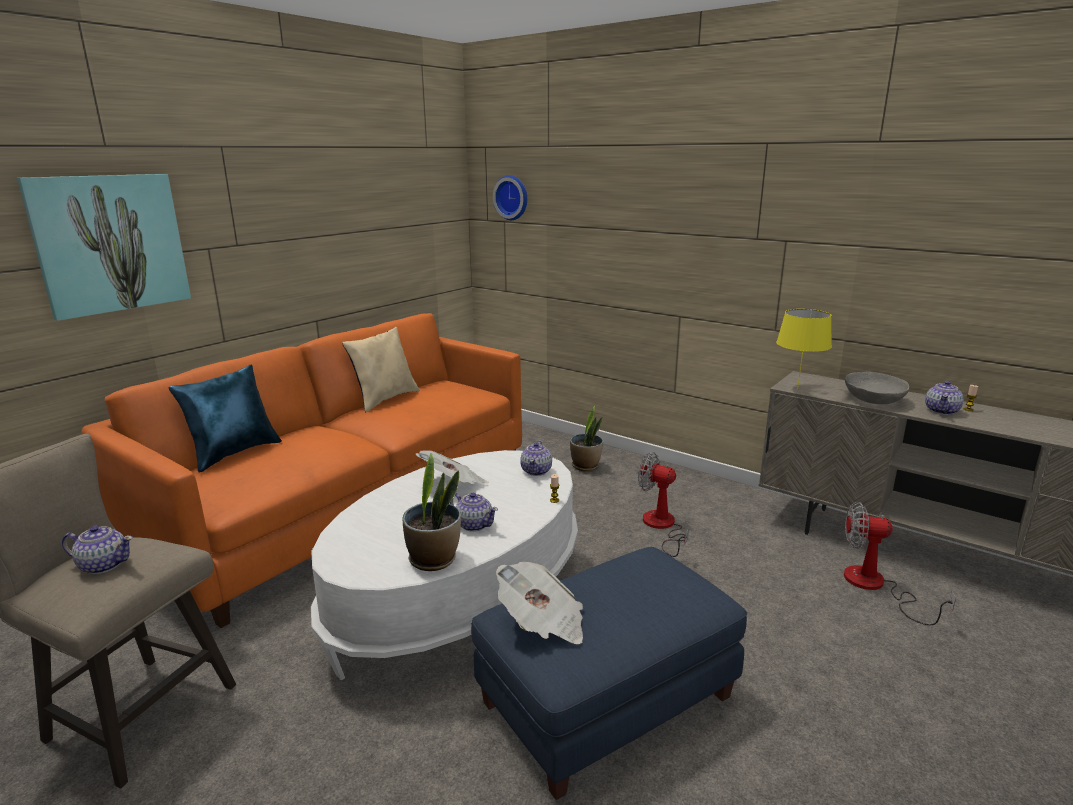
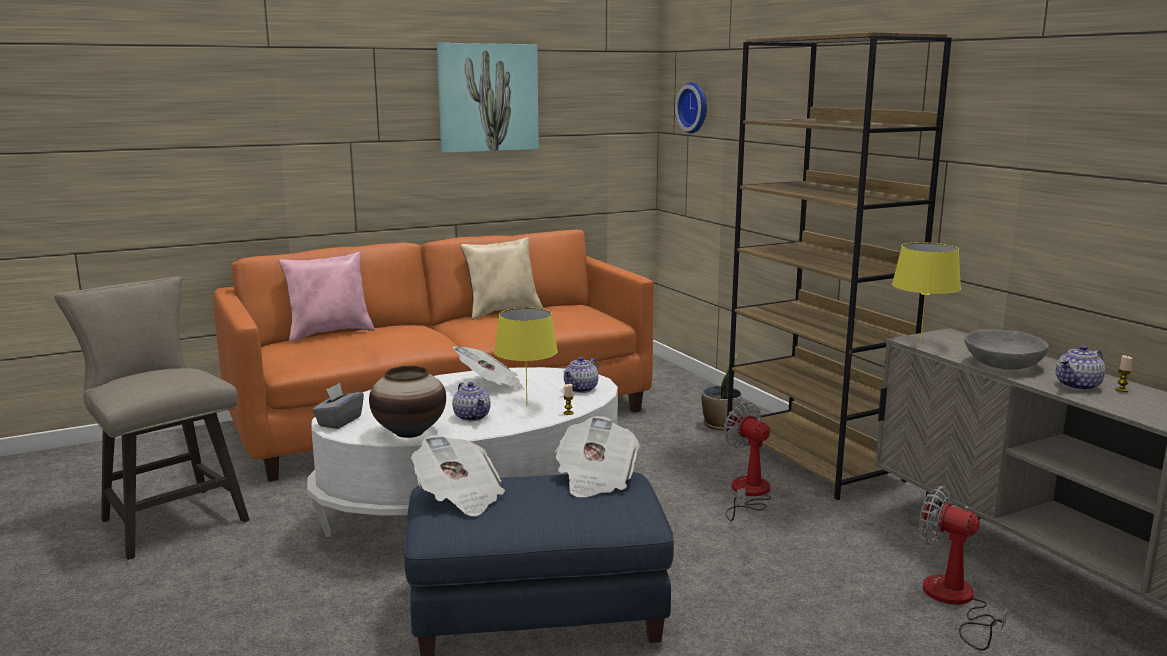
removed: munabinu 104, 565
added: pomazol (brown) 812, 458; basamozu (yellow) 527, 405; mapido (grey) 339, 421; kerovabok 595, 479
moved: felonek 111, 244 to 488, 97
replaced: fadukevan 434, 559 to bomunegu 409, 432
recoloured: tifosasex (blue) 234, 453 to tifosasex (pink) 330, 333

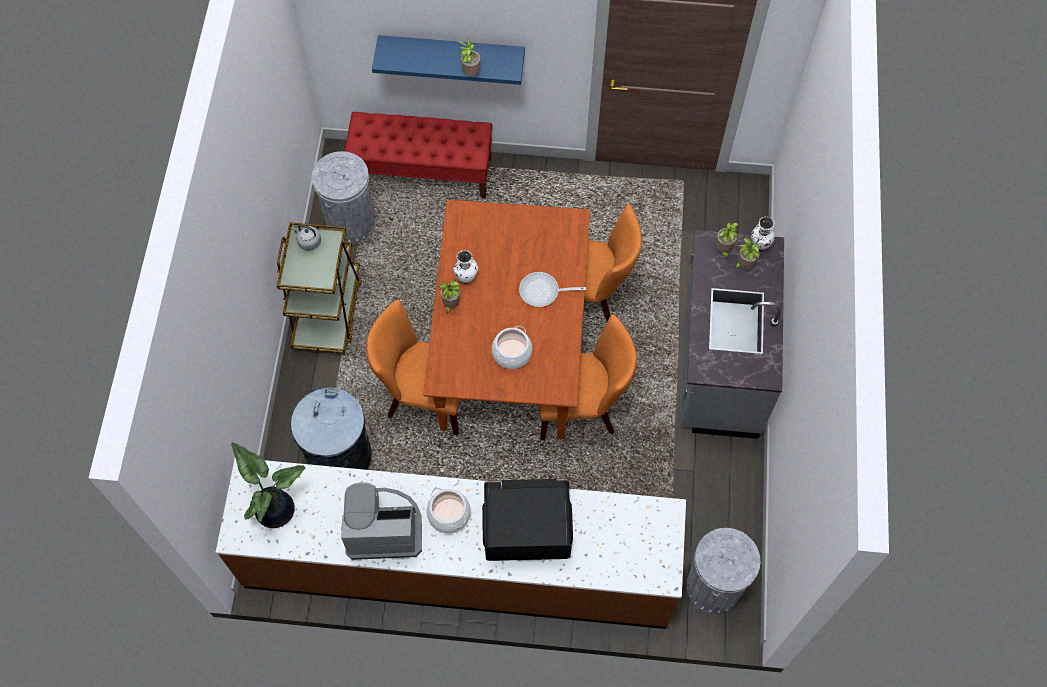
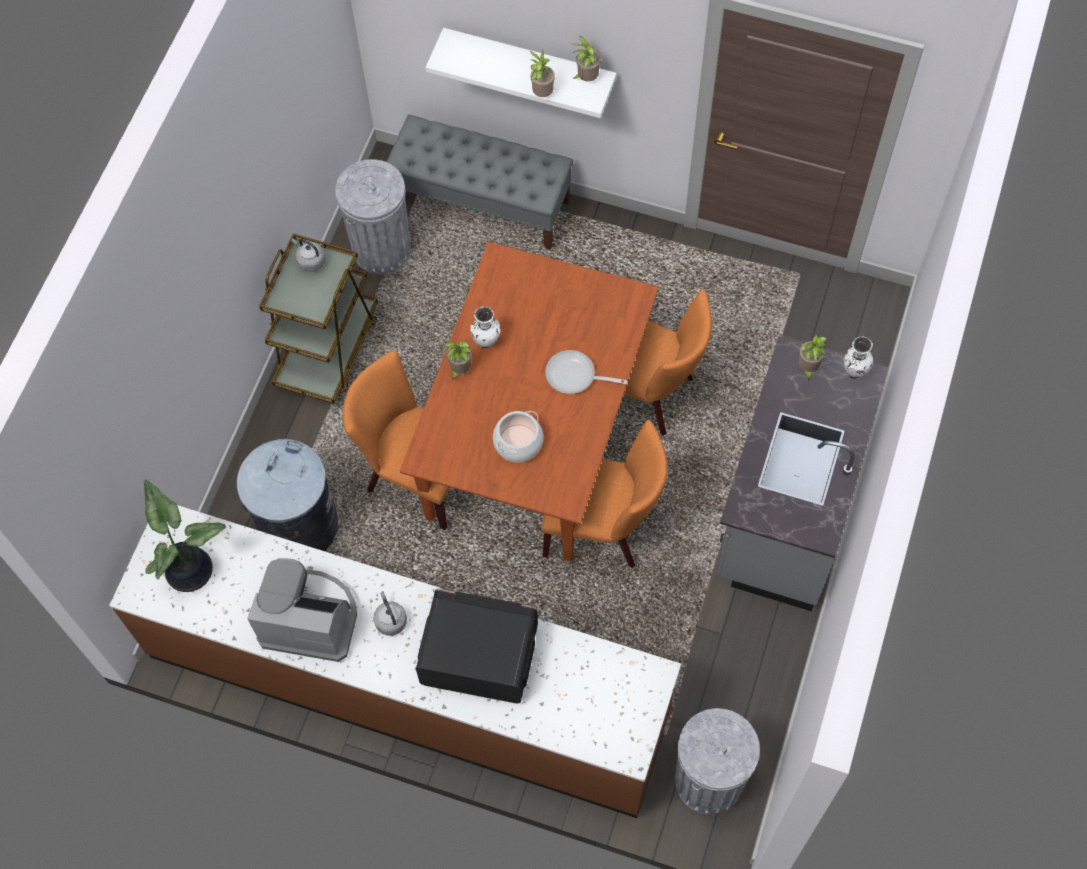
moved: fadukevan 744, 265 to 586, 78
replaced: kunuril 448, 514 to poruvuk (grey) 390, 620
recoloured: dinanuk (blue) 452, 51 to dinanuk (white) 529, 63; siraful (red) 422, 172 to siraful (grey) 482, 204

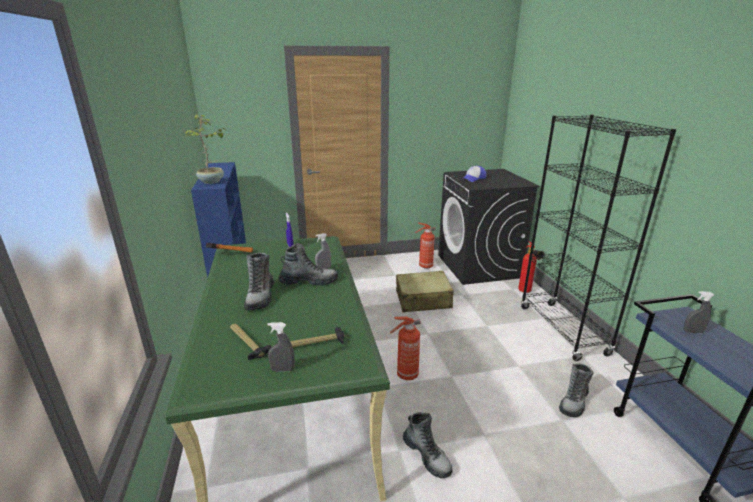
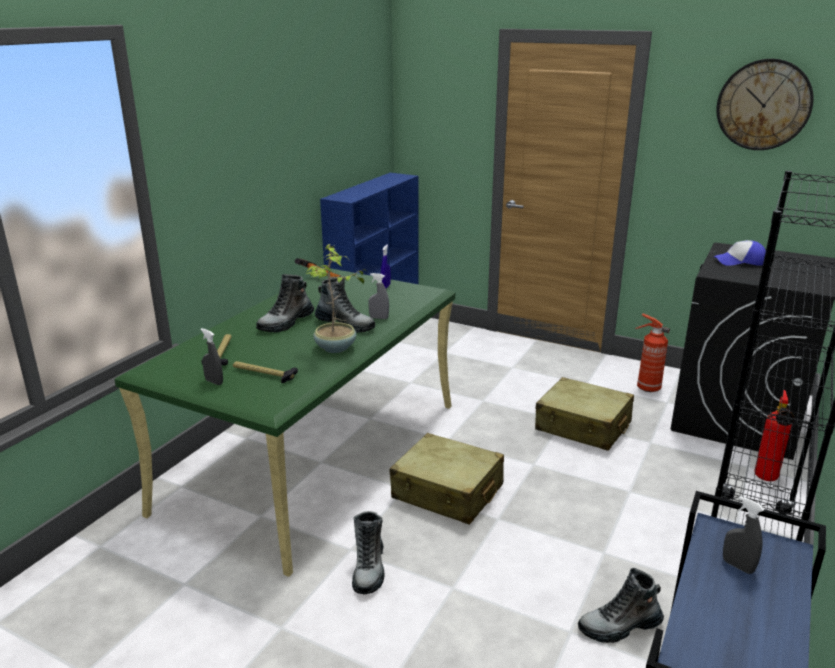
added: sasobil 763, 105
moved: fadukevan 212, 182 to 335, 348
replaced: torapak 406, 375 to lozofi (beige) 447, 492

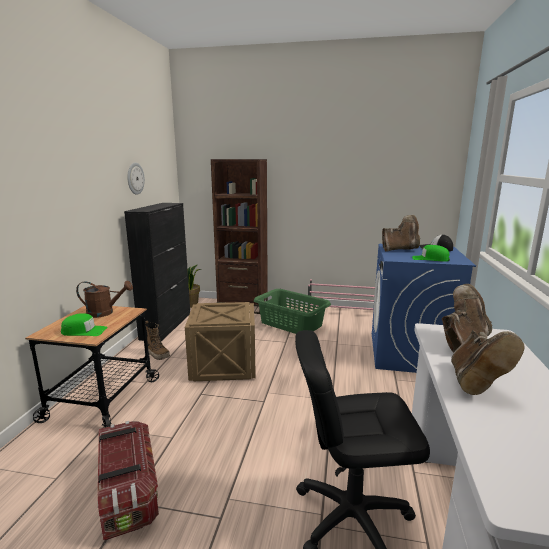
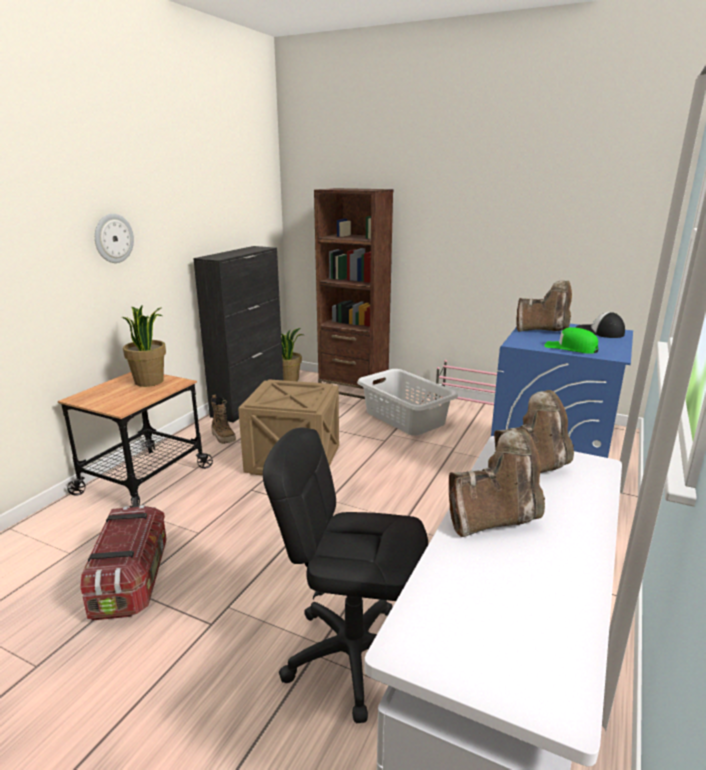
removed: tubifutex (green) 84, 331
moved: sasobil 135, 178 to 113, 238
replaced: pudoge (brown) 105, 313 to fadukevan 150, 381
recoloured: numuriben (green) 291, 324 to numuriben (grey) 404, 418
turned: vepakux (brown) 474, 383 = 494, 519 135 degrees counterclockwise

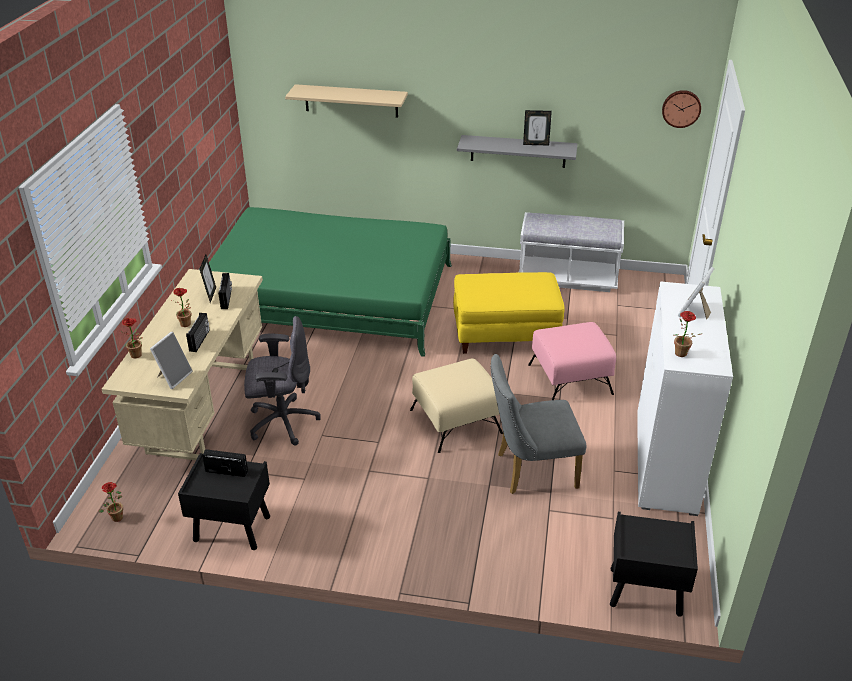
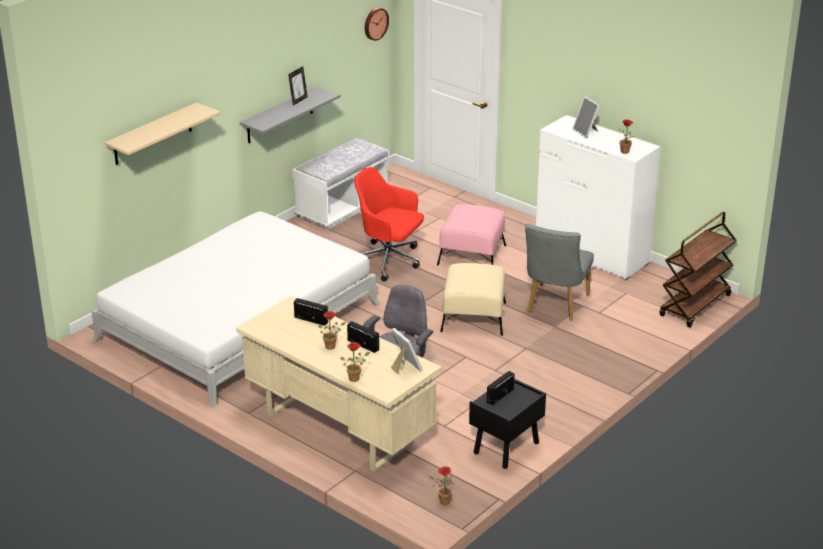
removed: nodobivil 210, 295
replaced: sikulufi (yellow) 505, 334 to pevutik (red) 388, 261; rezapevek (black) 644, 592 to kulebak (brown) 695, 306
recoloured: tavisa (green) 330, 297 to tavisa (white) 238, 322

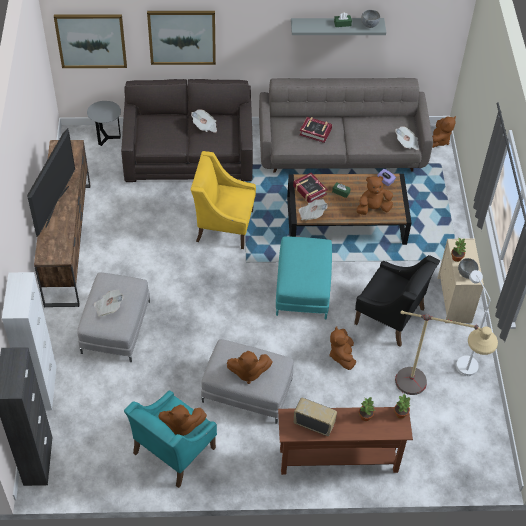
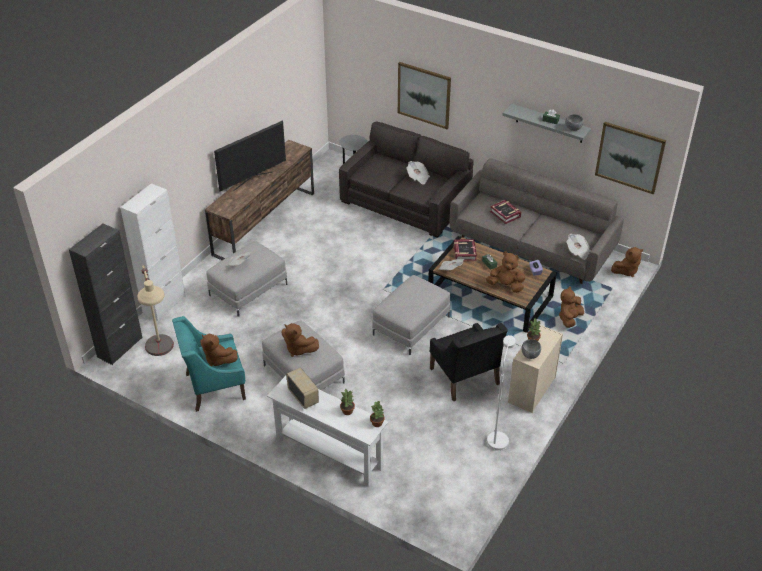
removed: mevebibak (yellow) 224, 225
moved: felonek 91, 40 to 629, 157; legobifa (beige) 430, 393 to 162, 359; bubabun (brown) 342, 355 to 569, 319
recoloured: sikulufi (turquoise) 303, 288 to sikulufi (grey) 411, 326; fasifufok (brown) 338, 460 to fasifufok (white) 329, 454

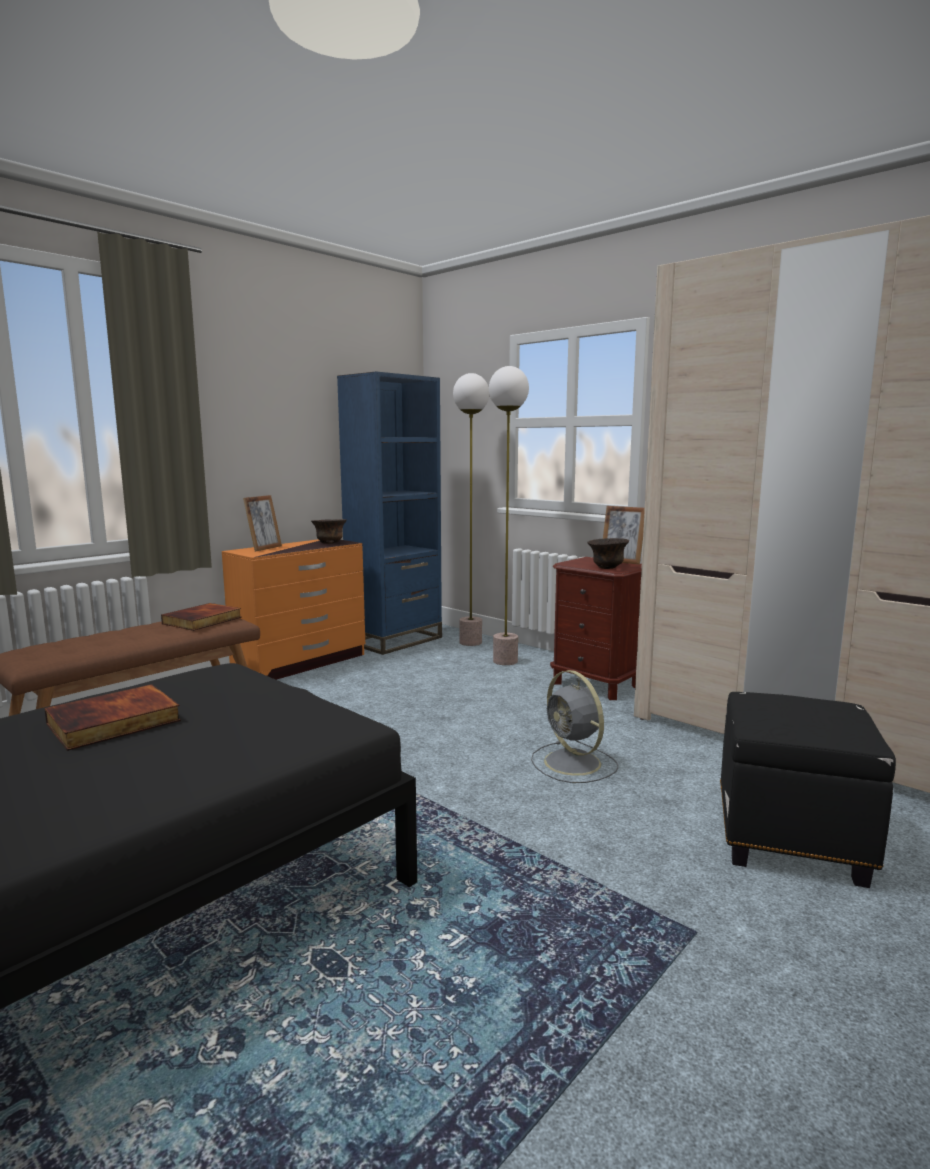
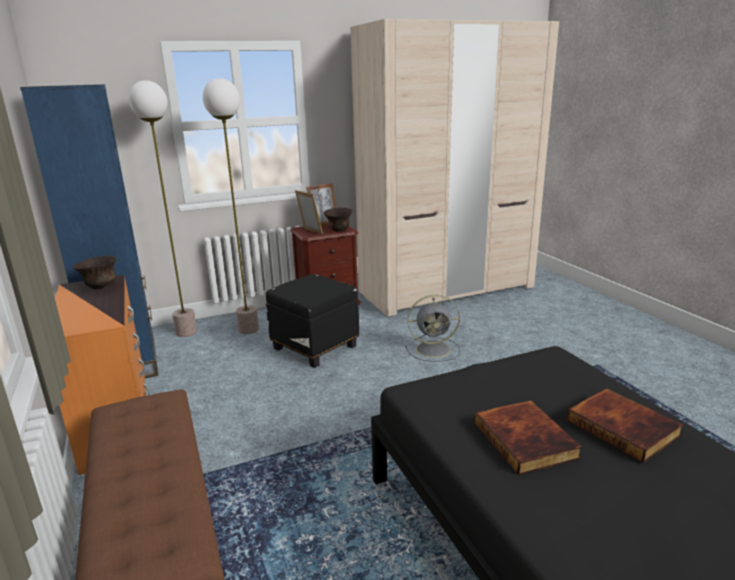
moved: nodobivil 264, 548 to 310, 232; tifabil 203, 621 to 624, 427; sikulufi (black) 791, 841 to 316, 347

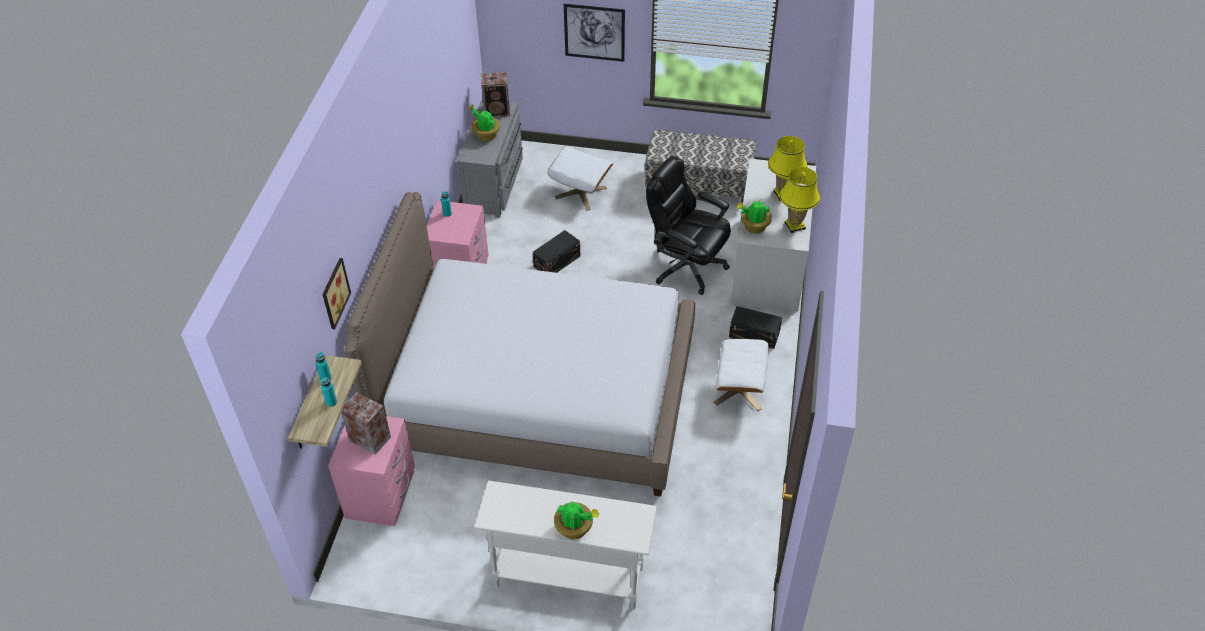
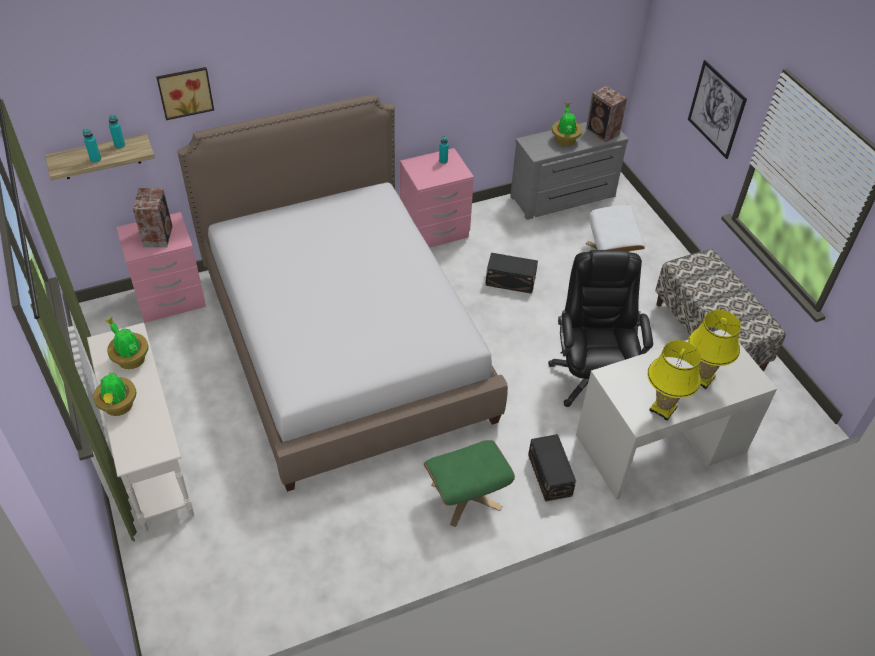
moved: fadukevan 753, 227 to 130, 358
recoloured: sikulufi (white) 740, 390 to sikulufi (green) 466, 496

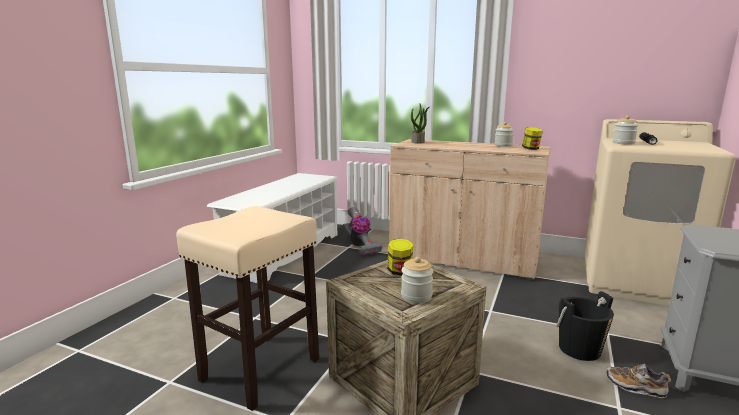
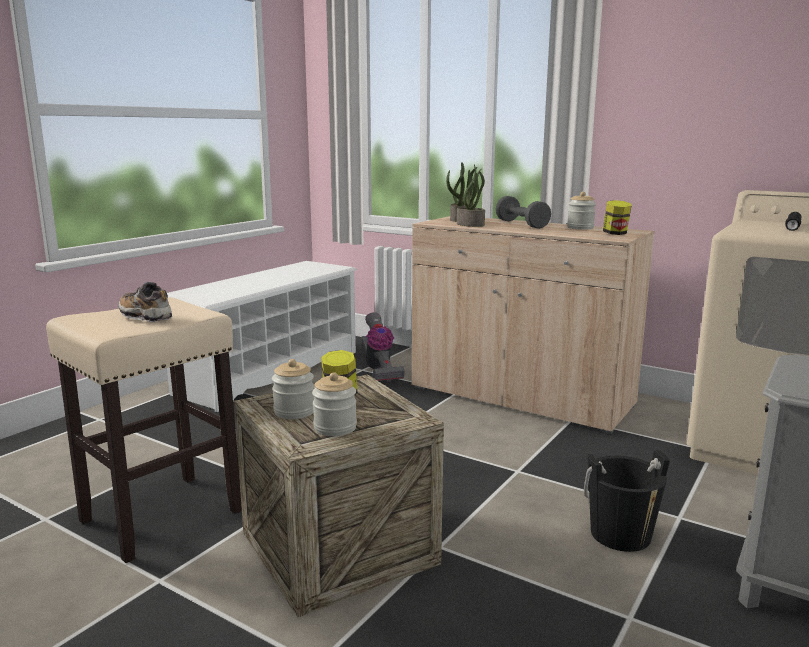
added: fadukevan 471, 225; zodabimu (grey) 521, 224
moved: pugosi 623, 143 to 294, 412; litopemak 635, 387 to 145, 316

